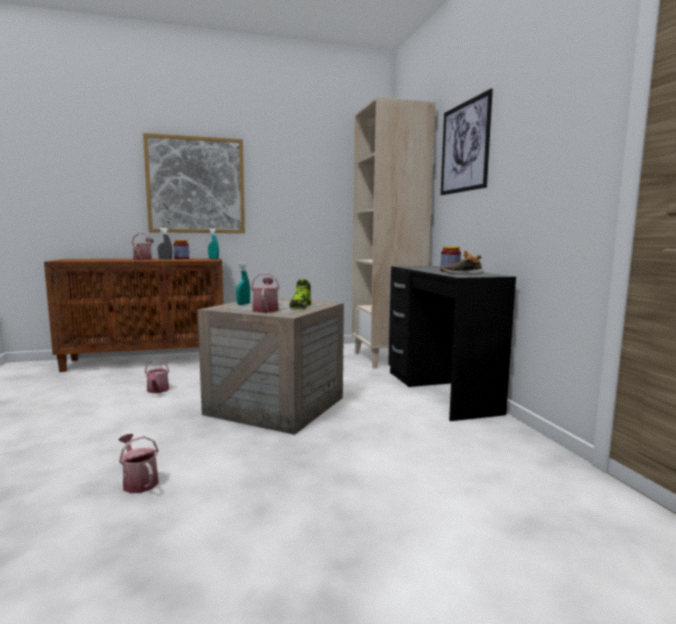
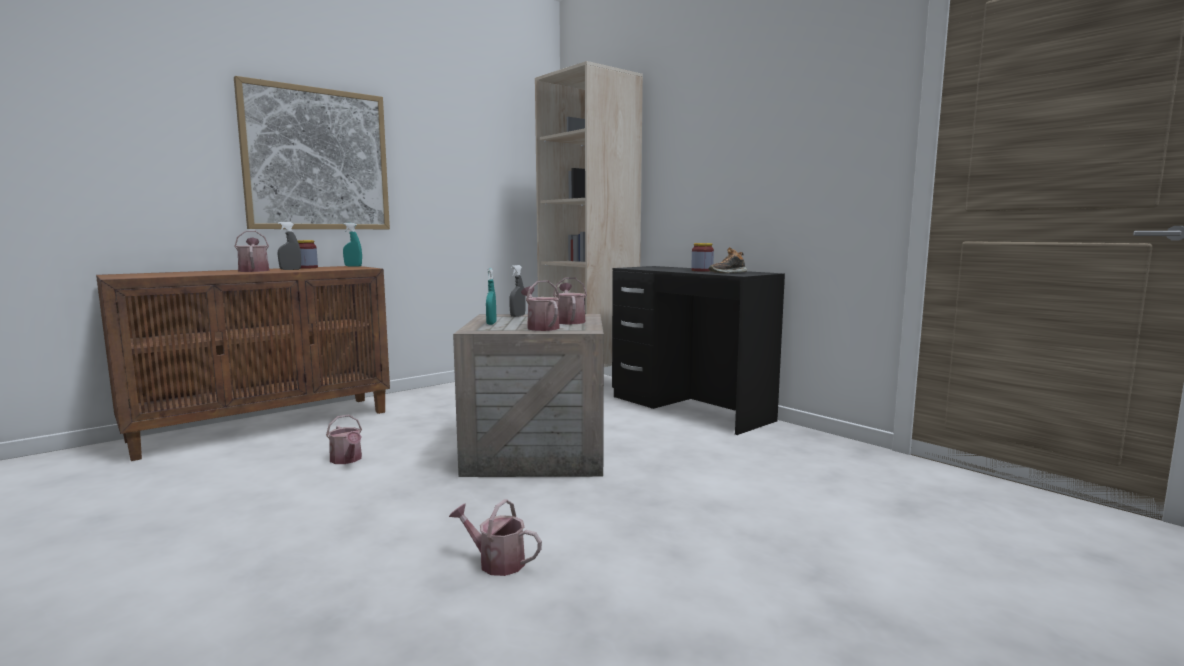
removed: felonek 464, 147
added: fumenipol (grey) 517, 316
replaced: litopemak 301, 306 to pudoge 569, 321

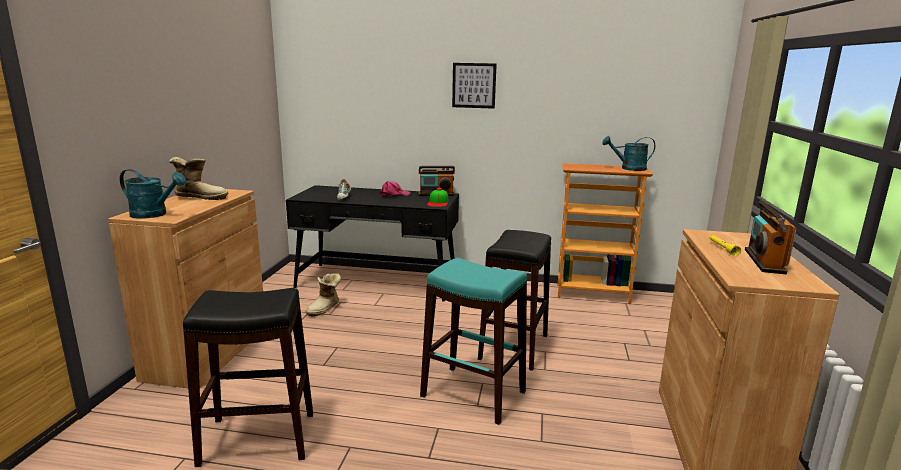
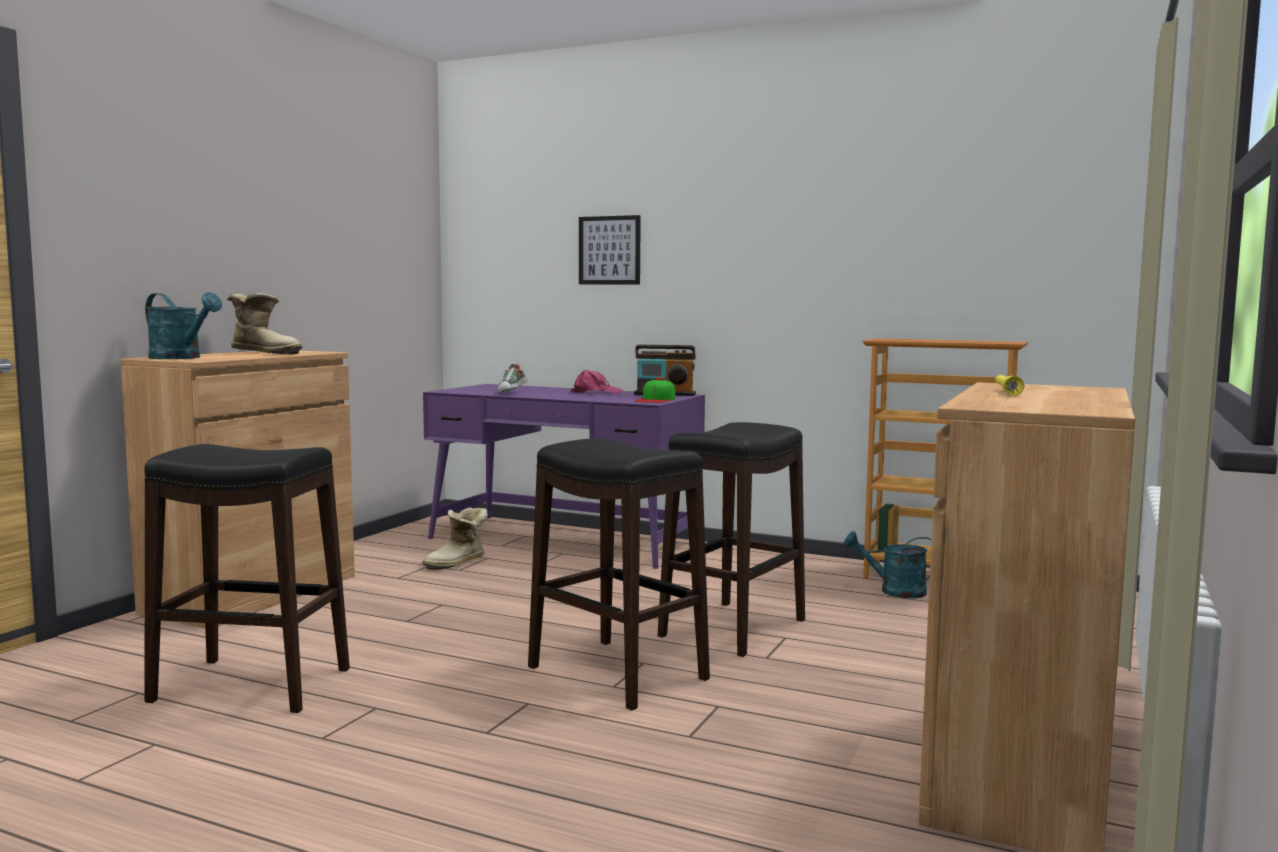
removed: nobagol 764, 261
moved: felonek 474, 85 to 609, 250; pudoge (turquoise) 628, 168 to 894, 591
recoloured: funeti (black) 377, 282 to funeti (purple) 564, 540; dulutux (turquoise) 473, 394 to dulutux (black) 618, 673

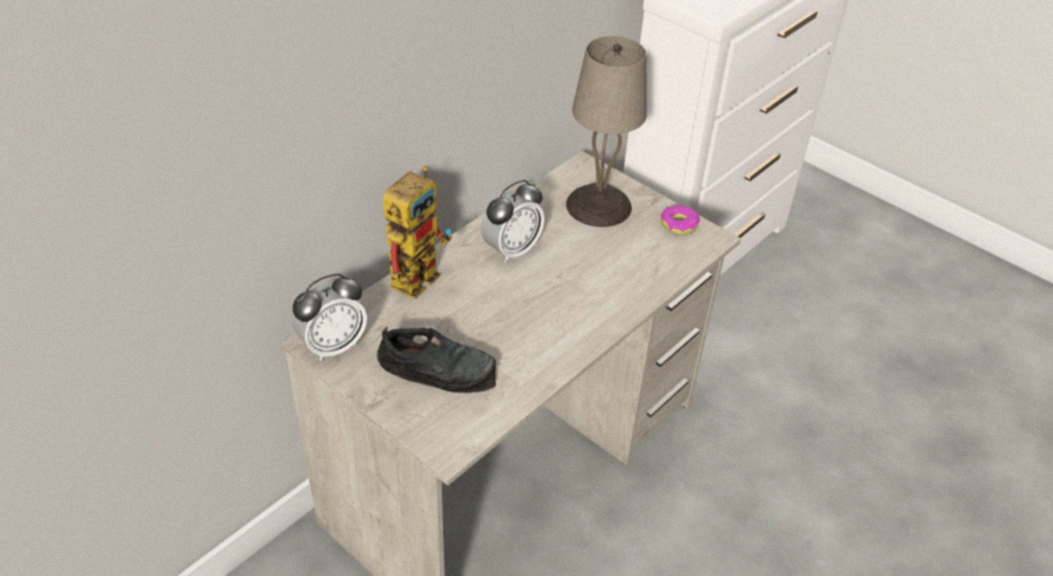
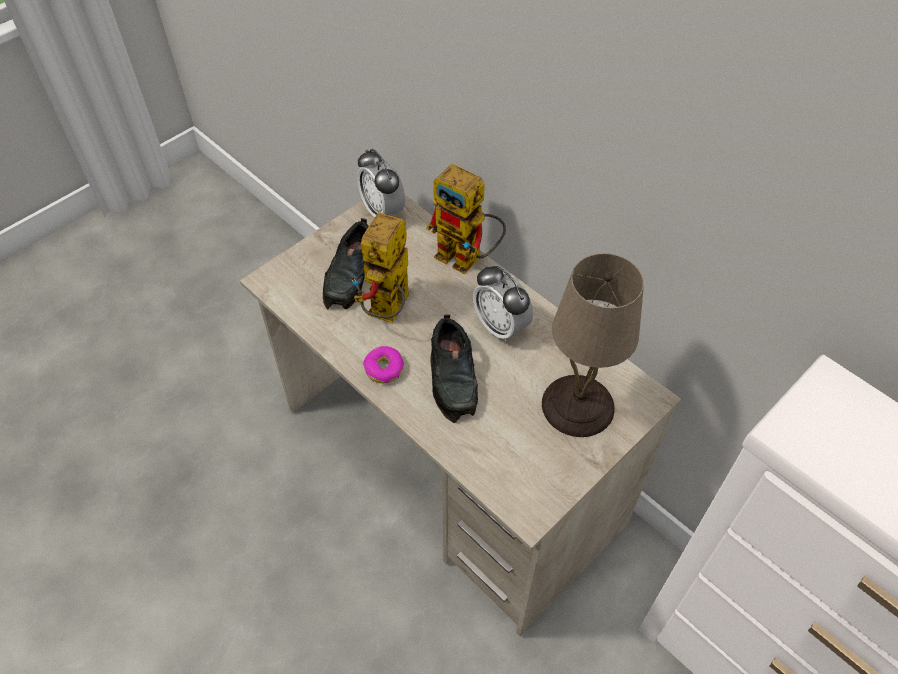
added: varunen 388, 314; litopemak (black) 453, 376
moved: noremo 679, 225 to 384, 369

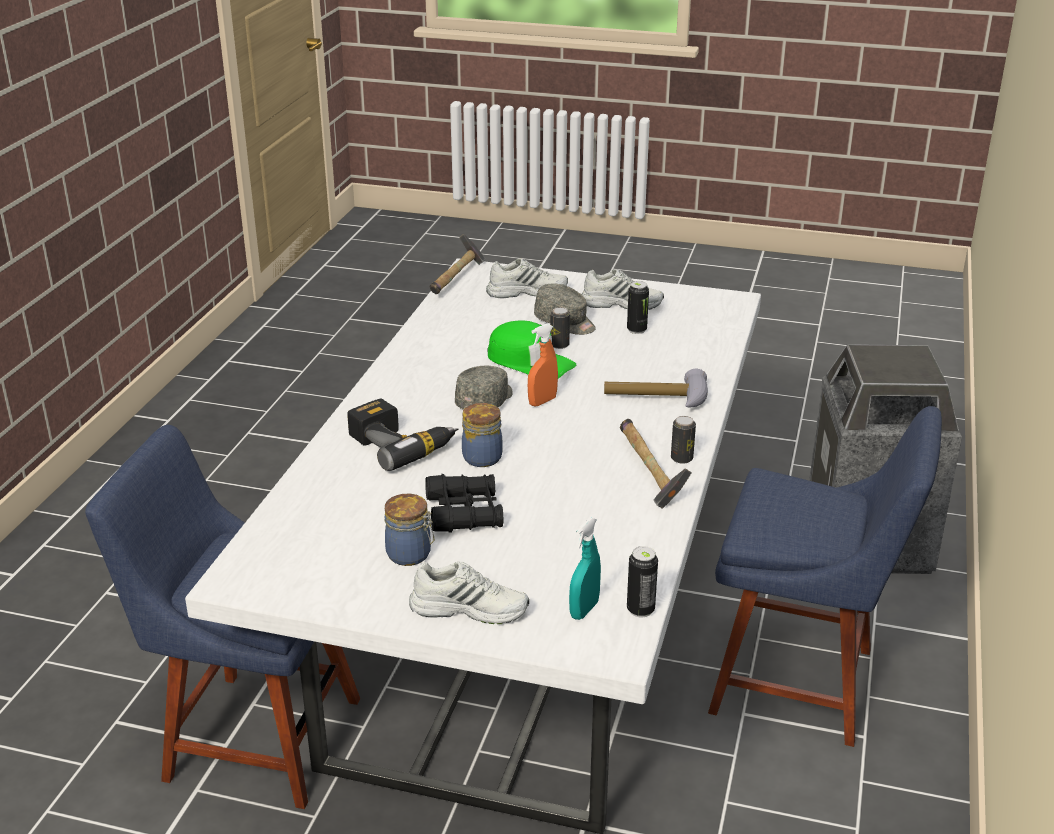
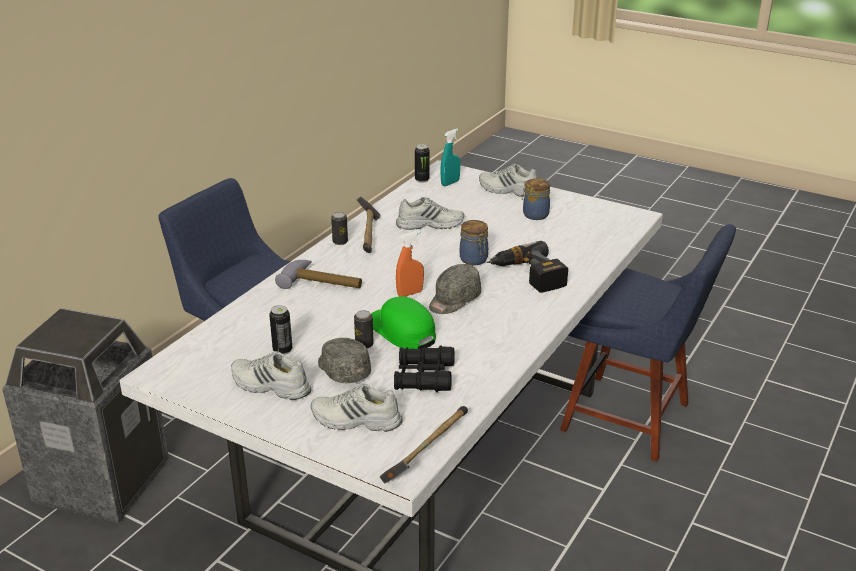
added: litopemak (white) 430, 224
moved: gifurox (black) 464, 512 to 424, 377

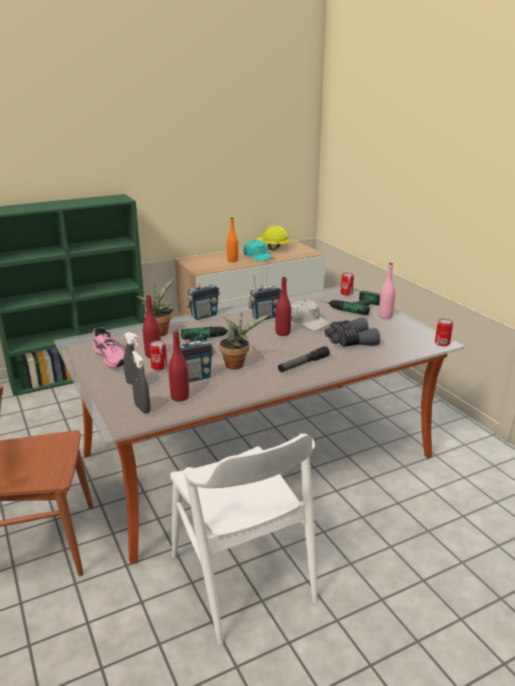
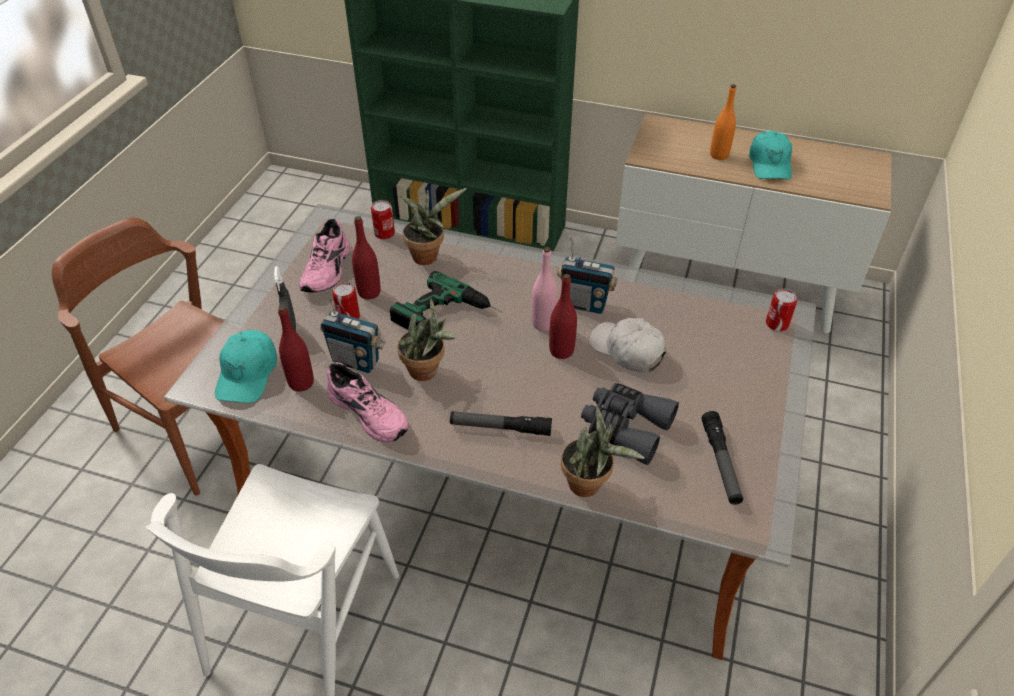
removed: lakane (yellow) 272, 248; nobagol 204, 316; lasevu 350, 305
added: litopemak (pink) 370, 411; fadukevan 589, 485; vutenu 721, 462
moved: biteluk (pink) 385, 316 to 543, 323; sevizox 442, 343 to 384, 233
replaced: fumenipol (grey) 142, 409 to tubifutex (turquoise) 248, 374
turned: tubifutex (white) 308, 322 = 627, 350 135 degrees clockwise

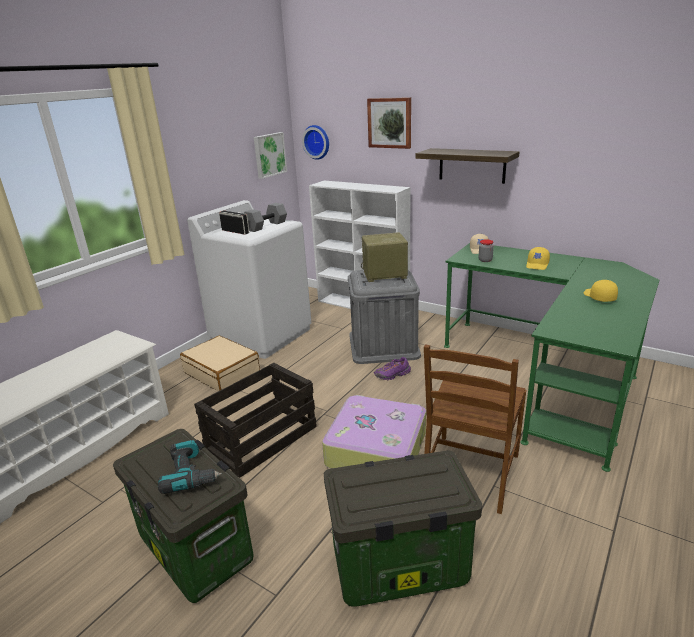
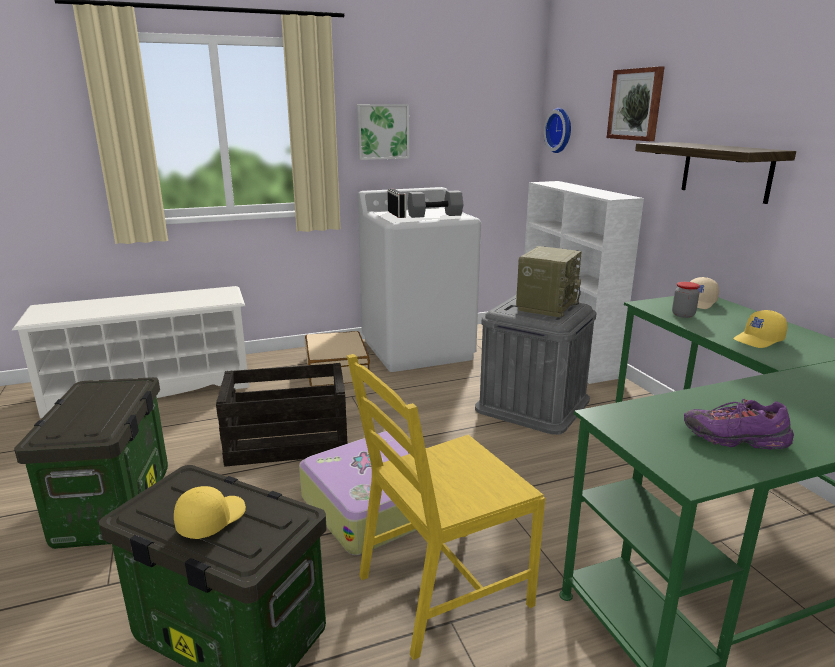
removed: lasevu 191, 474
moved: felonek 269, 155 to 382, 131; tubifutex (yellow) 599, 297 to 211, 519; litopemak (purple) 392, 375 to 735, 439
recoloured: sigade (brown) 470, 473 to sigade (yellow) 442, 590
turned: nobagol 384, 275 = 546, 305 90 degrees clockwise

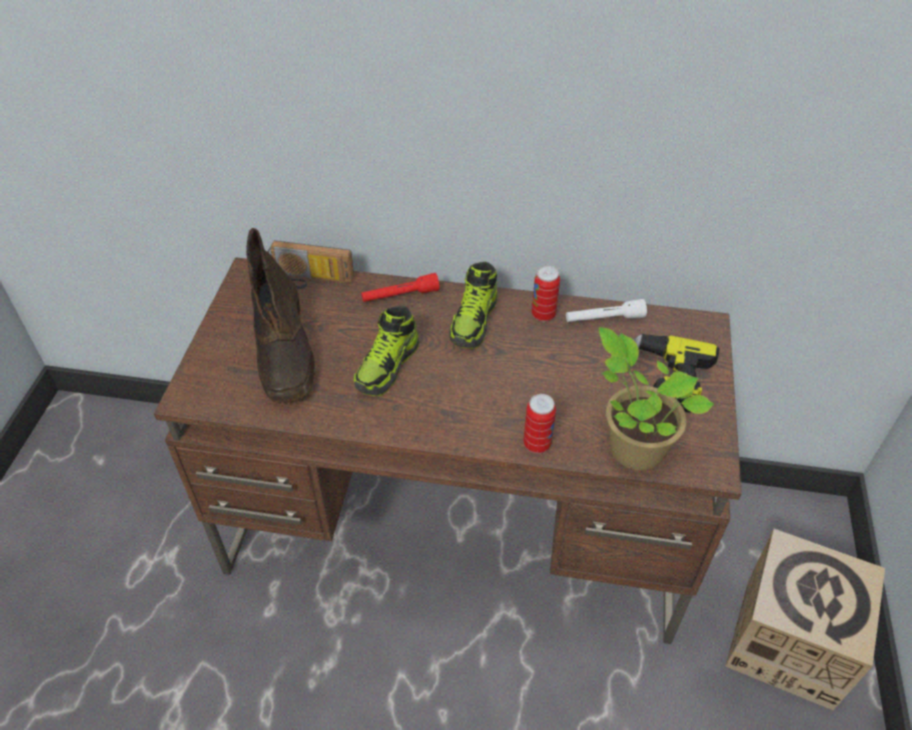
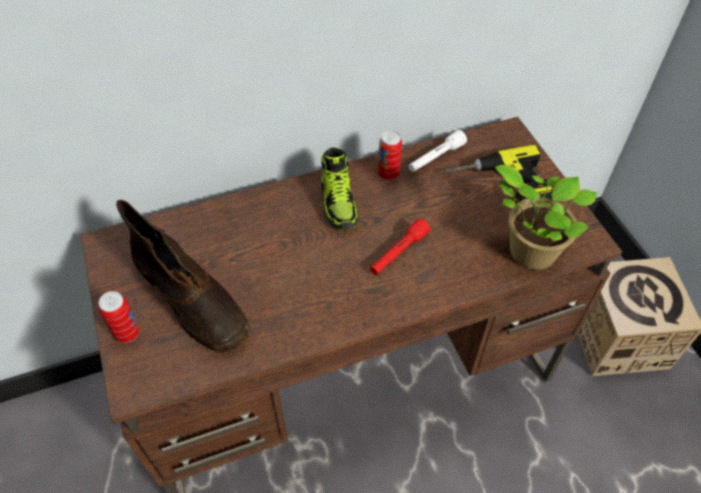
removed: nobagol 309, 280; litopemak 387, 366
moved: vutenu (red) 400, 296 to 398, 253; sevizox 537, 444 to 127, 333

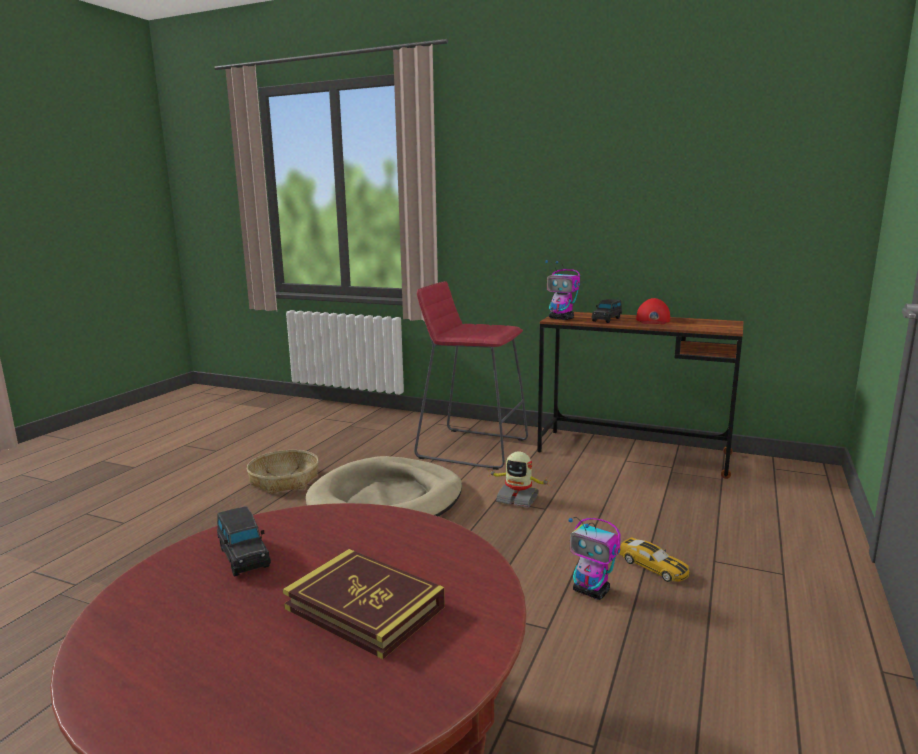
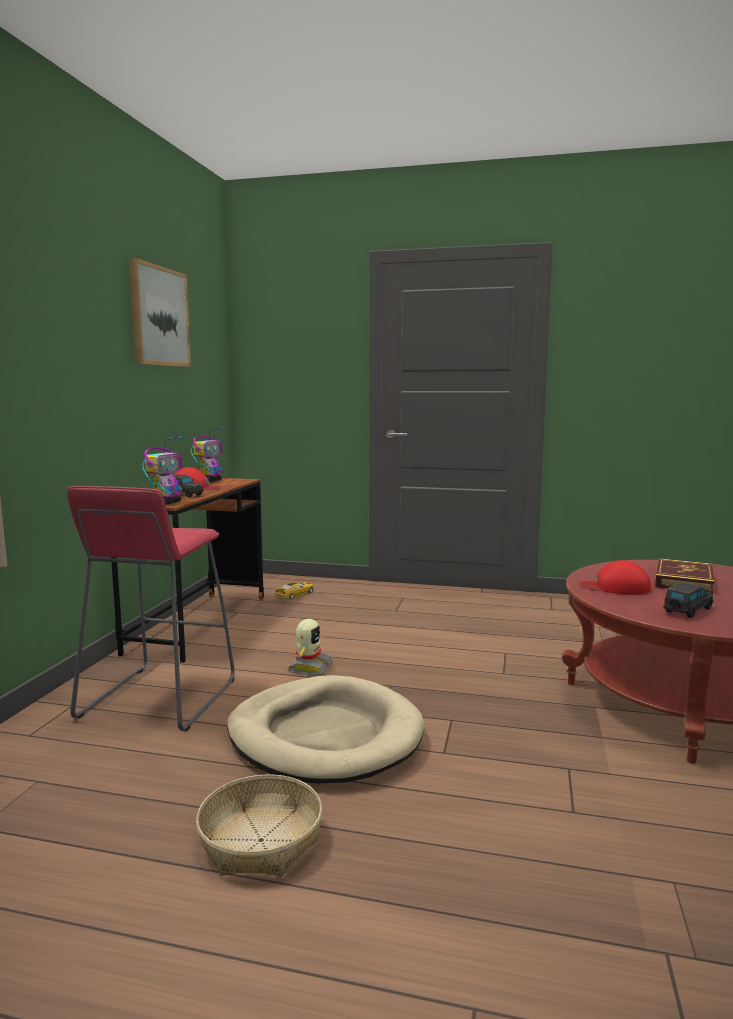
added: felonek 158, 316; tubifutex (red) 615, 587
moved: varunen 592, 591 to 210, 481; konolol 653, 567 to 295, 594

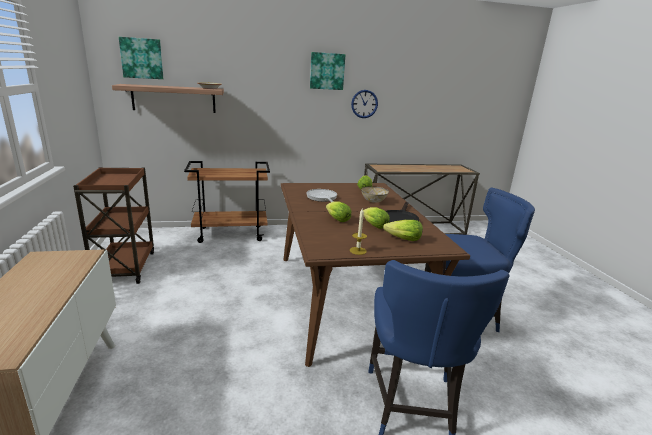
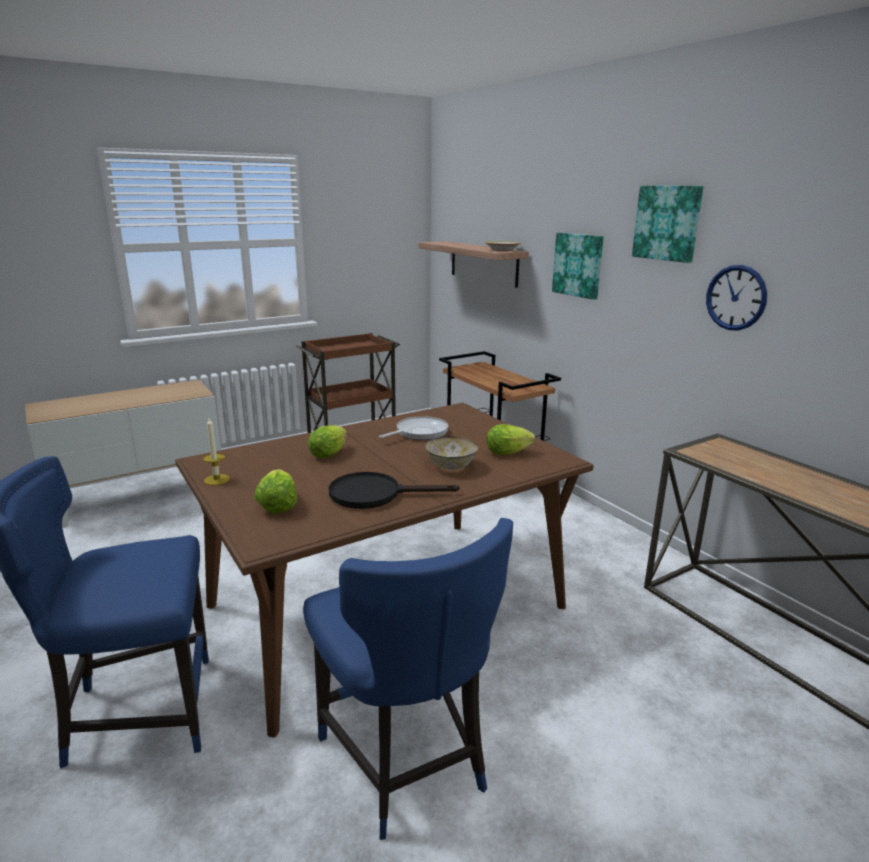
removed: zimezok 373, 225
moved: felonek 142, 58 to 578, 265

